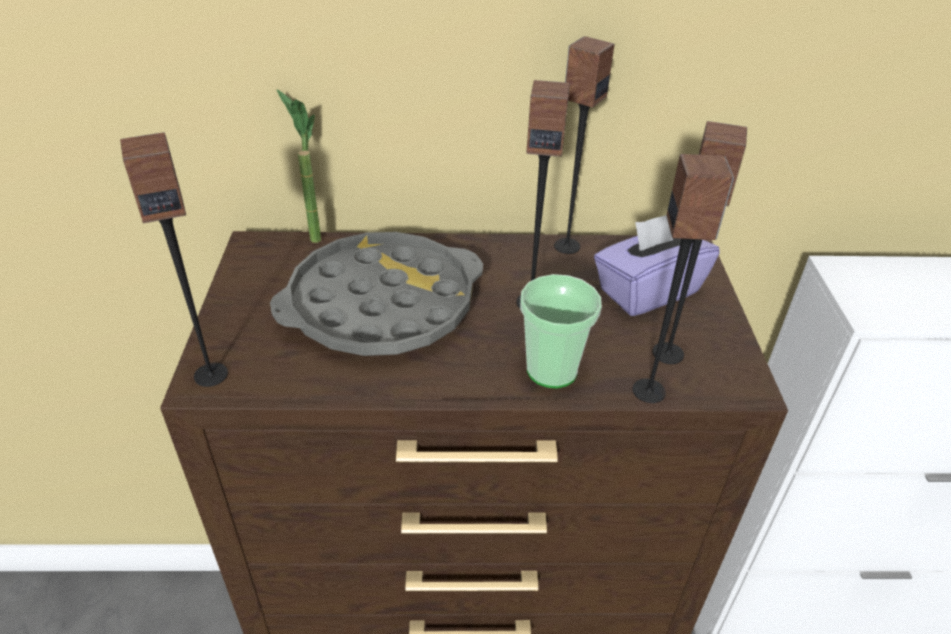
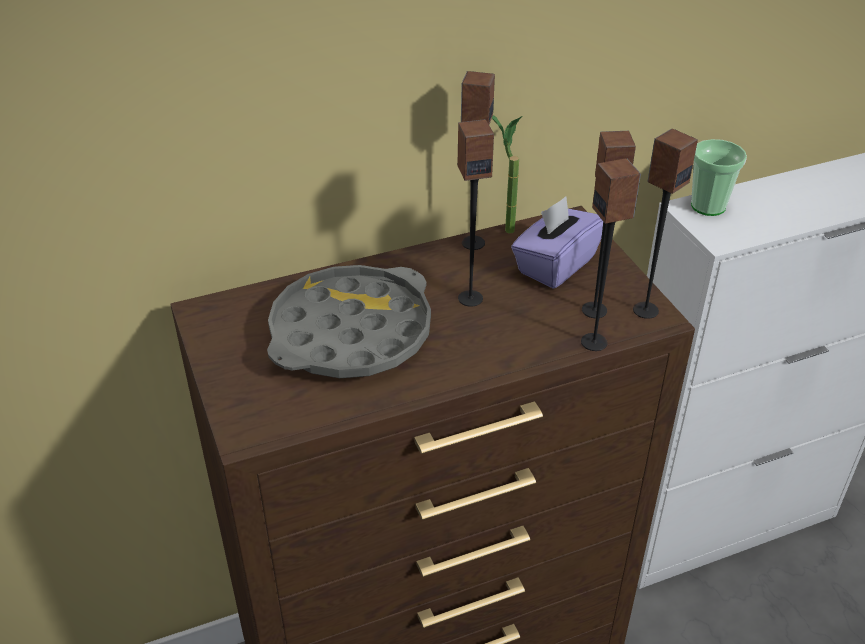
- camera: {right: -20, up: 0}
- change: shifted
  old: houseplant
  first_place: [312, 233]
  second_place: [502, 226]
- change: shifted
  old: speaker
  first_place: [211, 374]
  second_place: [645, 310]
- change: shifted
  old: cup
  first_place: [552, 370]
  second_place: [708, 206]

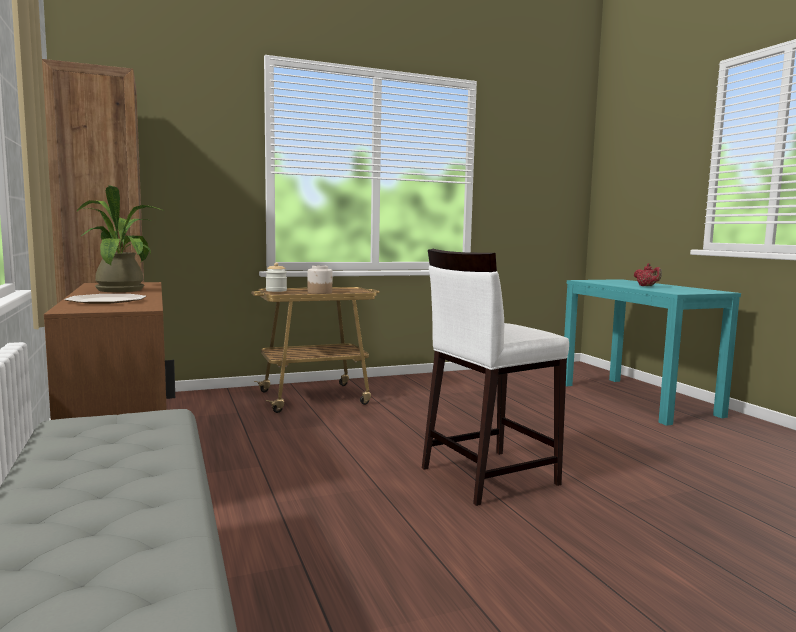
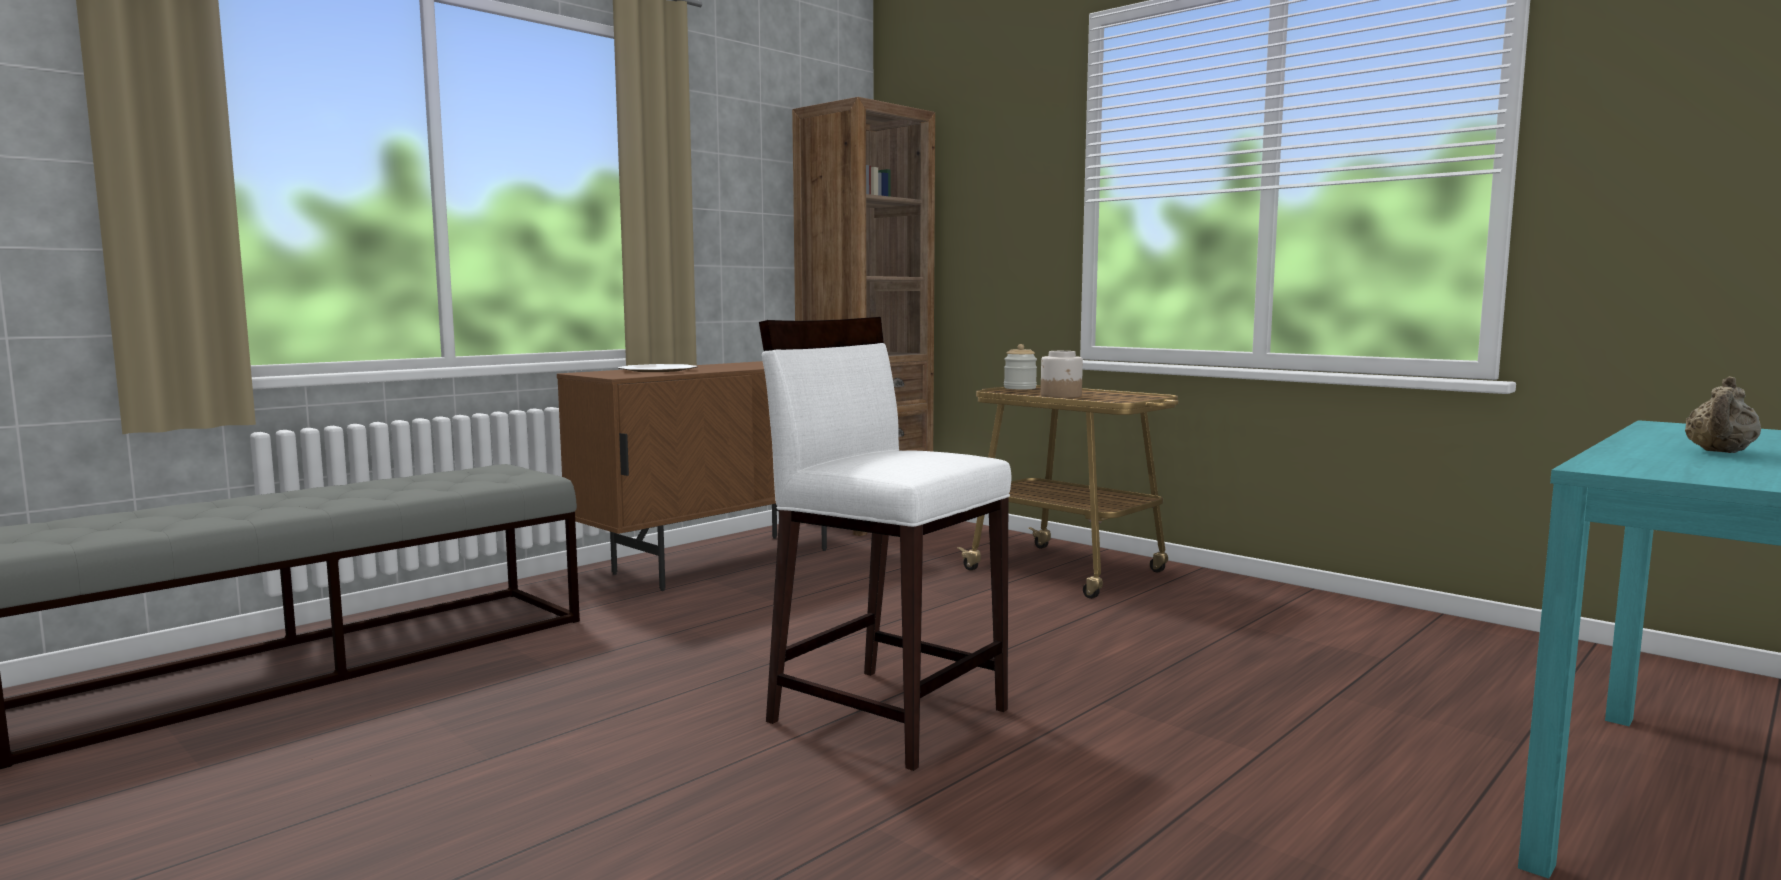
- camera: {right: 65, up: 0}
- change: gone
  old: houseplant
  first_place: [123, 289]
- change: repainted
  old: pot for tea (reddish)
  new: pot for tea (beige)
  first_place: [647, 286]
  second_place: [1719, 453]

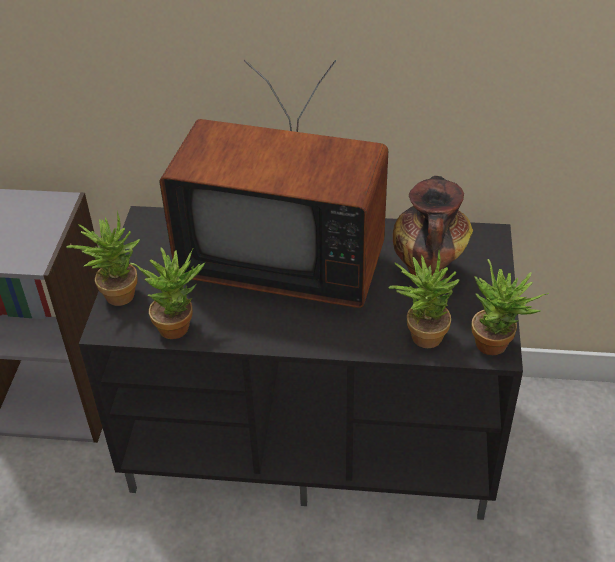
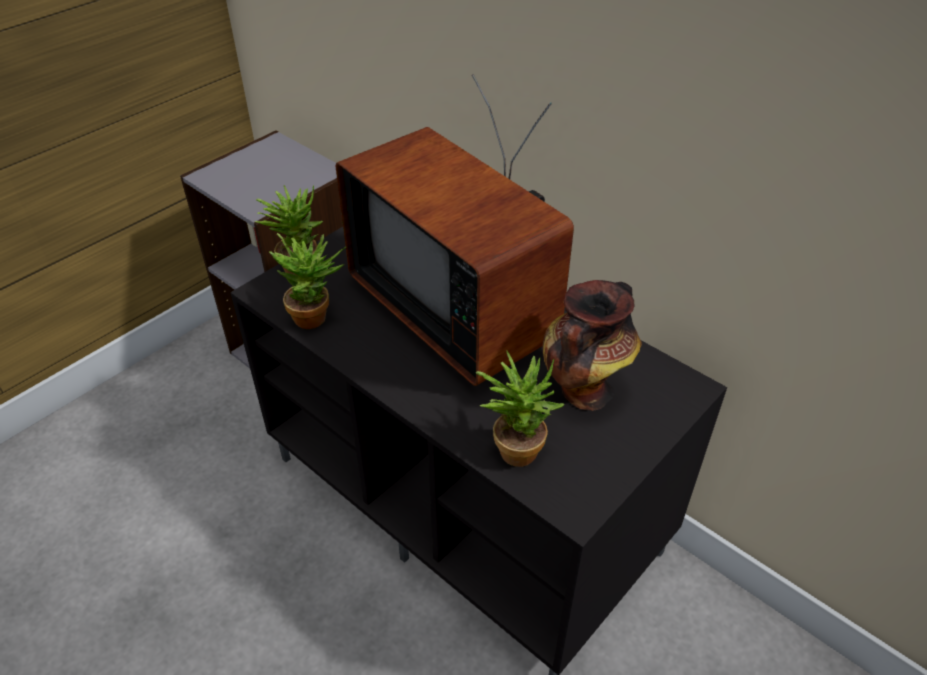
- camera: {right: 35, up: 0}
- change: gone
  old: houseplant
  first_place: [498, 345]

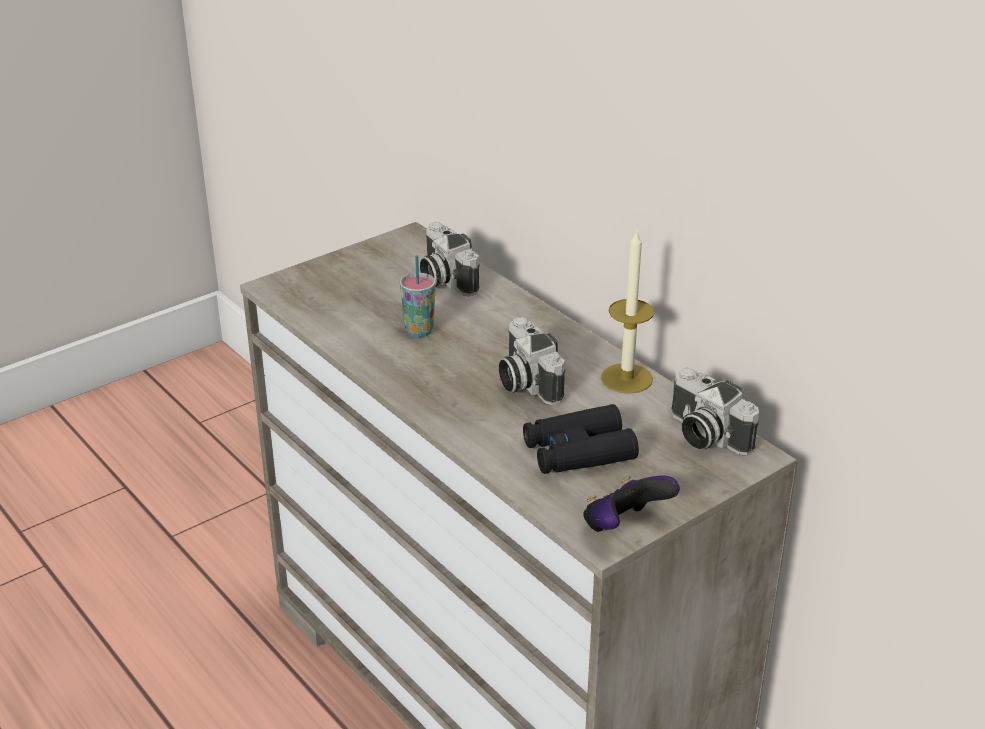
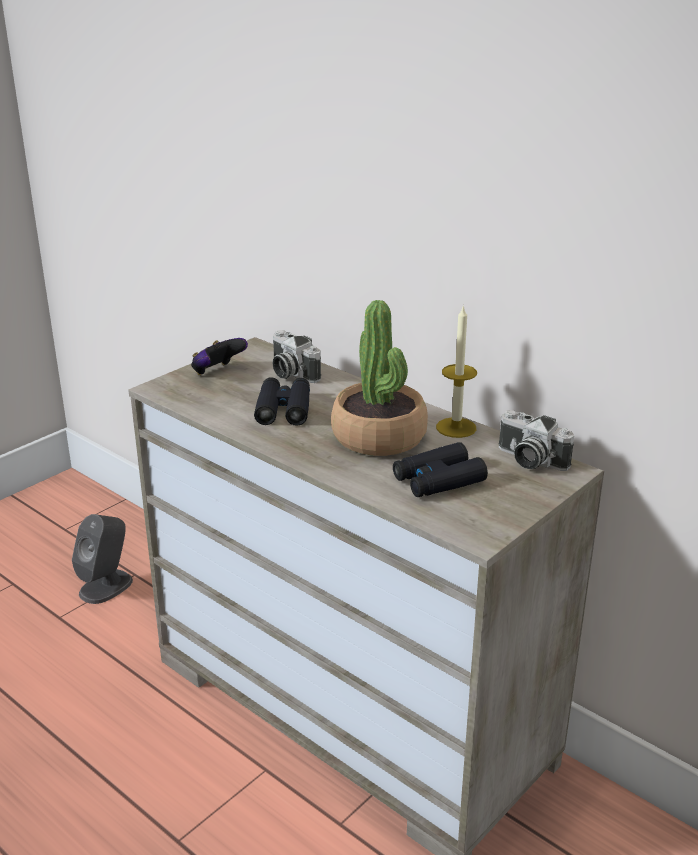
- camera: {right: -10, up: -5}
- change: swapped
  old: cup
  new: binoculars (black)
  first_place: [419, 331]
  second_place: [283, 409]
- change: swapped
  old: still camera
  new: houseplant
  first_place: [525, 382]
  second_place: [379, 436]
- change: shifted
  old: game controller
  first_place: [624, 527]
  second_place: [217, 372]
- change: new
  new: speaker (gray)
  second_place: [106, 586]

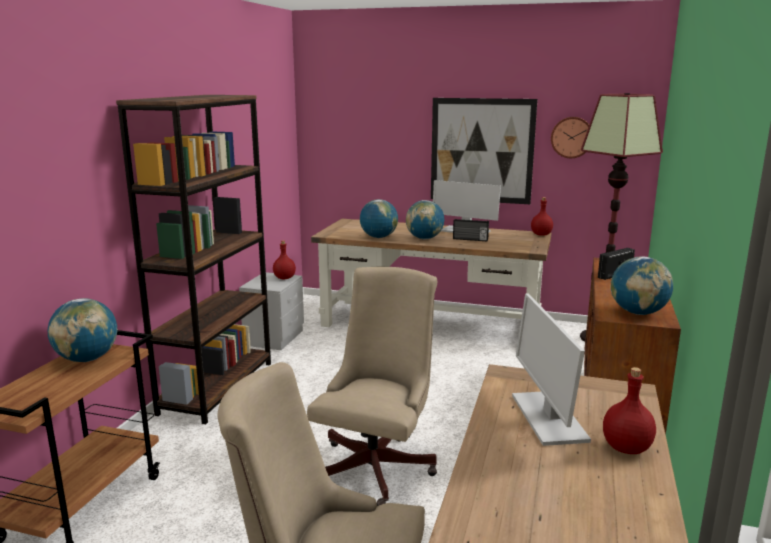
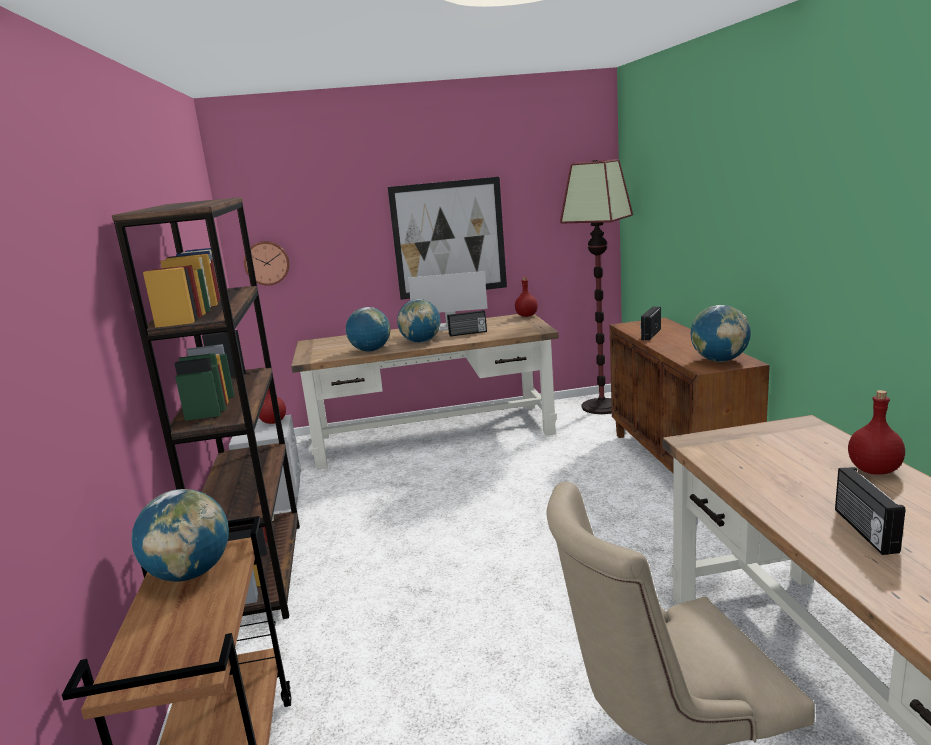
- camera: {right: -25, up: 0}
- change: shifted
  old: clock on the wall
  first_place: [571, 137]
  second_place: [267, 263]
- change: gone
  old: desk chair (beige)
  first_place: [378, 465]
- change: gone
  old: monitor
  first_place: [547, 417]
- change: new
  new: radio receiver
  second_place: [863, 530]

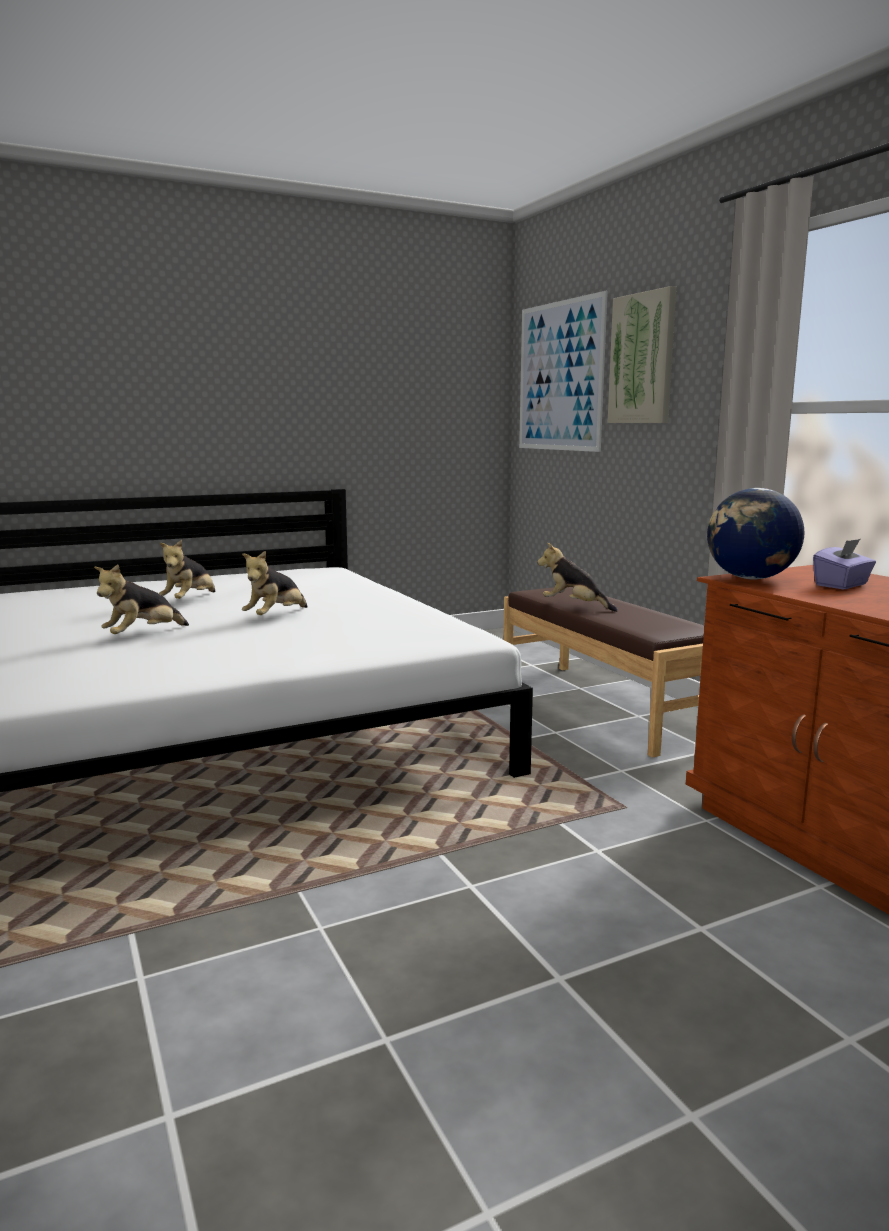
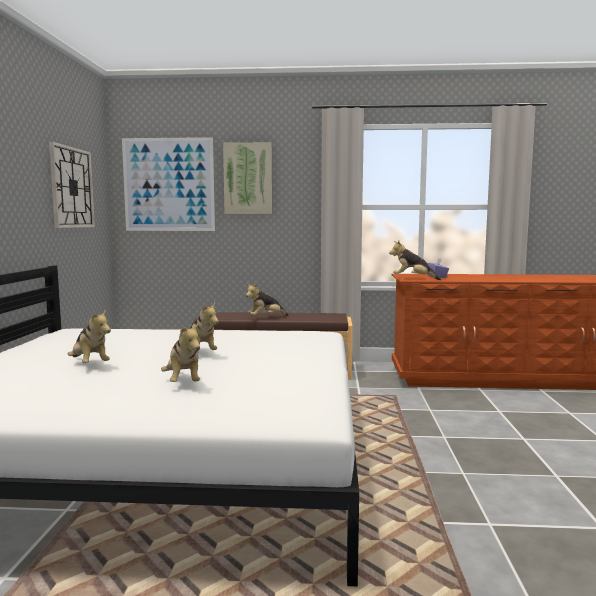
- camera: {right: -60, up: -5}
- change: swapped
  old: world globe
  new: cuddly toy
  first_place: [750, 578]
  second_place: [413, 279]
- change: new
  new: clock on the wall
  second_place: [71, 187]

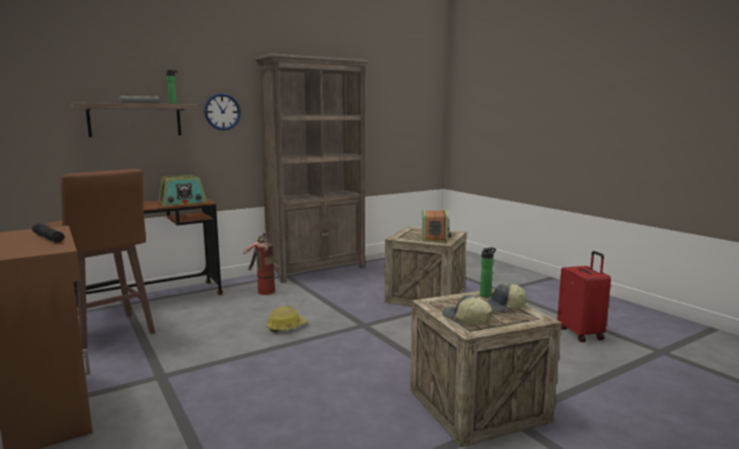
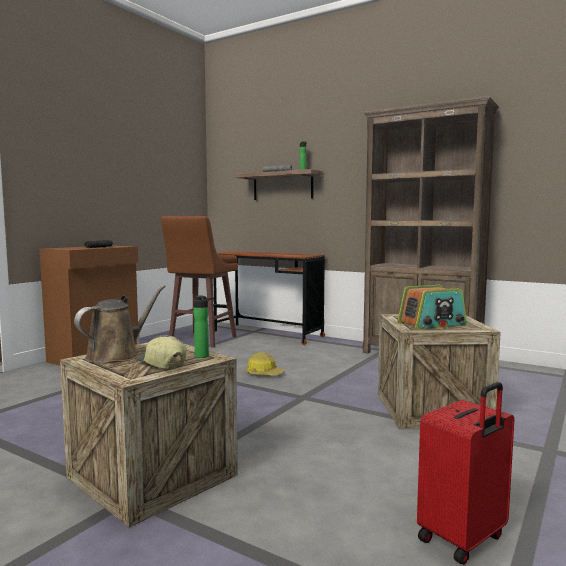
- camera: {right: 65, up: -5}
- change: gone
  old: clock on the wall
  first_place: [222, 111]
- change: gone
  old: radio receiver
  first_place: [182, 202]
- change: gone
  old: fire extinguisher
  first_place: [261, 291]
- change: swapped
  old: peaked cap
  new: sprinkling can (brown)
  first_place: [466, 319]
  second_place: [117, 355]

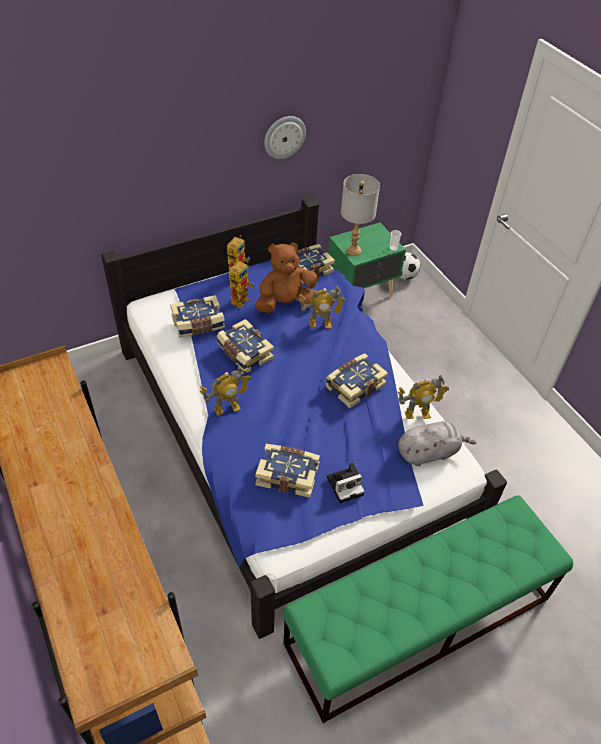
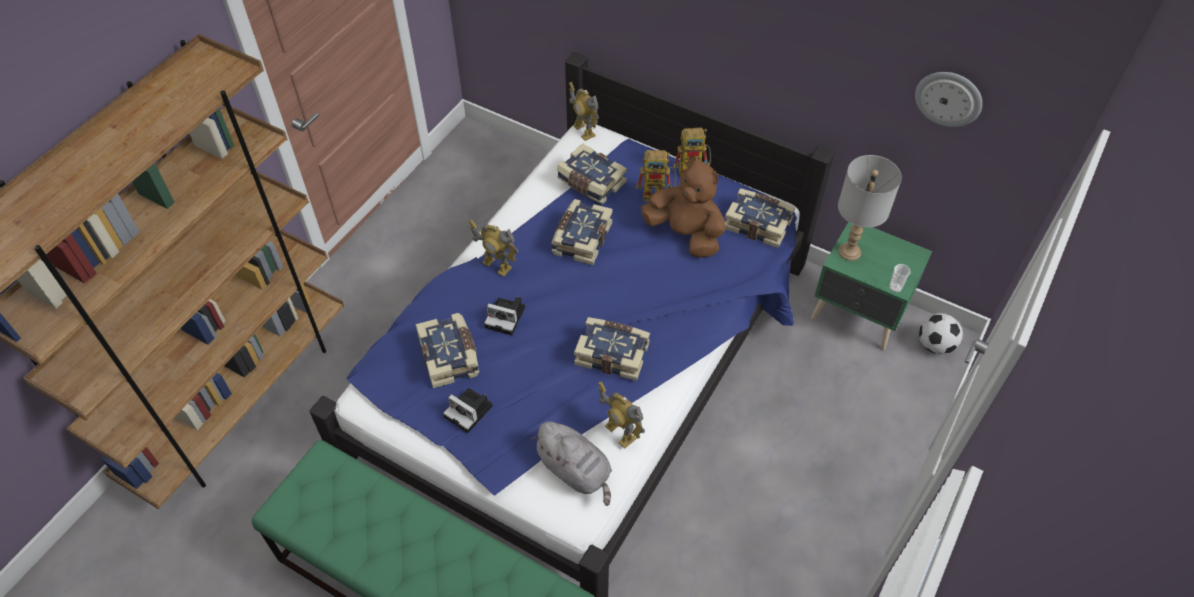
- camera: {right: 60, up: 5}
- change: shifted
  old: clock on the wall
  first_place: [284, 137]
  second_place: [948, 98]
- change: shifted
  old: toy robot
  first_place: [320, 324]
  second_place: [584, 131]
- change: new
  new: still camera
  second_place: [507, 317]

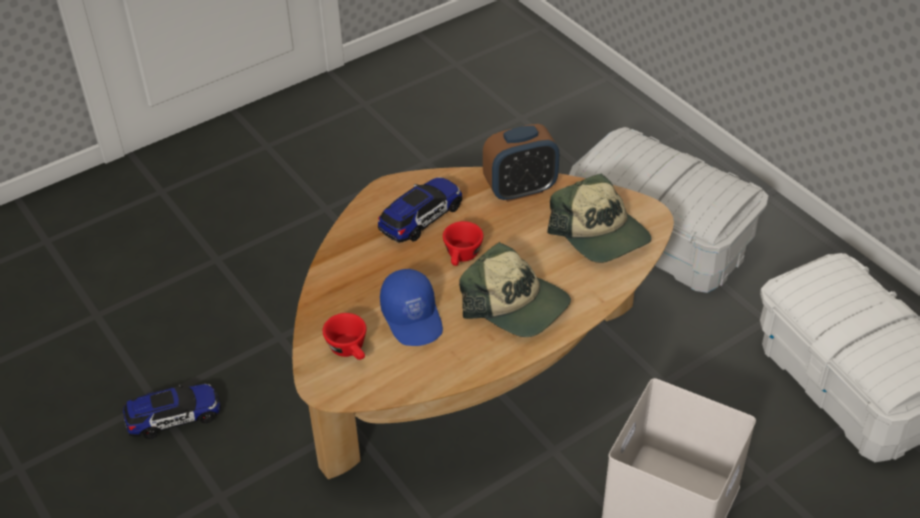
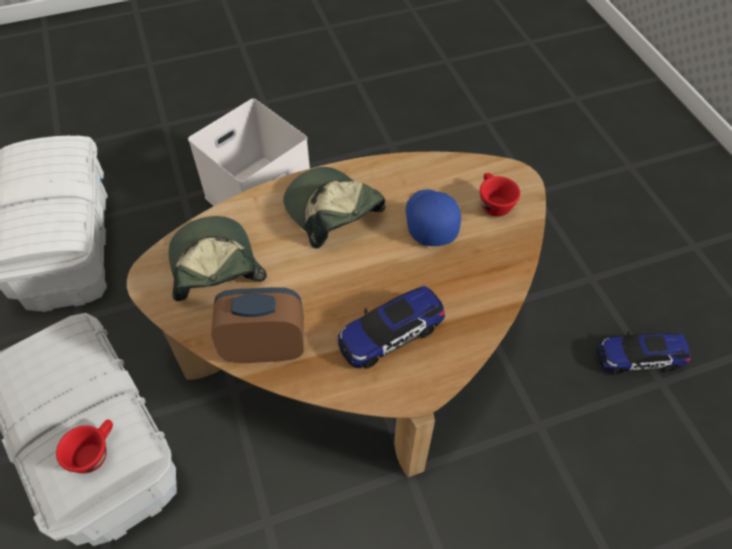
- camera: {right: -165, up: 10}
- change: shifted
  old: cup (reddish)
  first_place: [462, 257]
  second_place: [95, 452]

